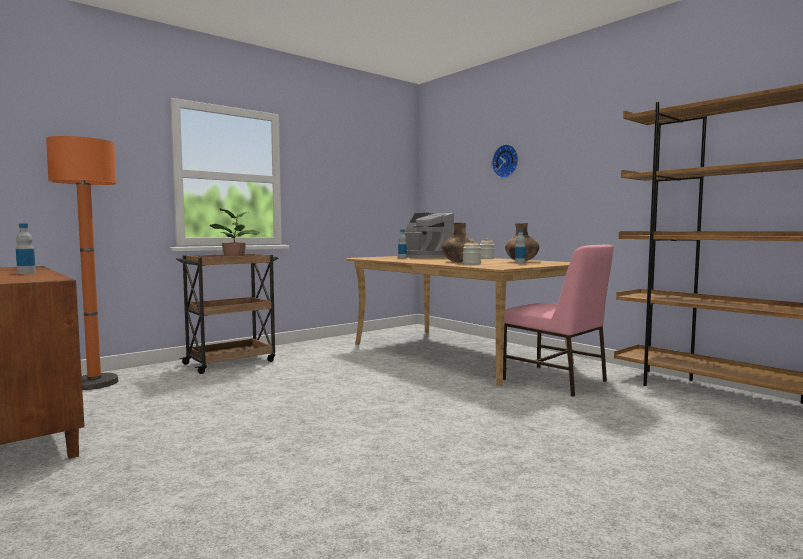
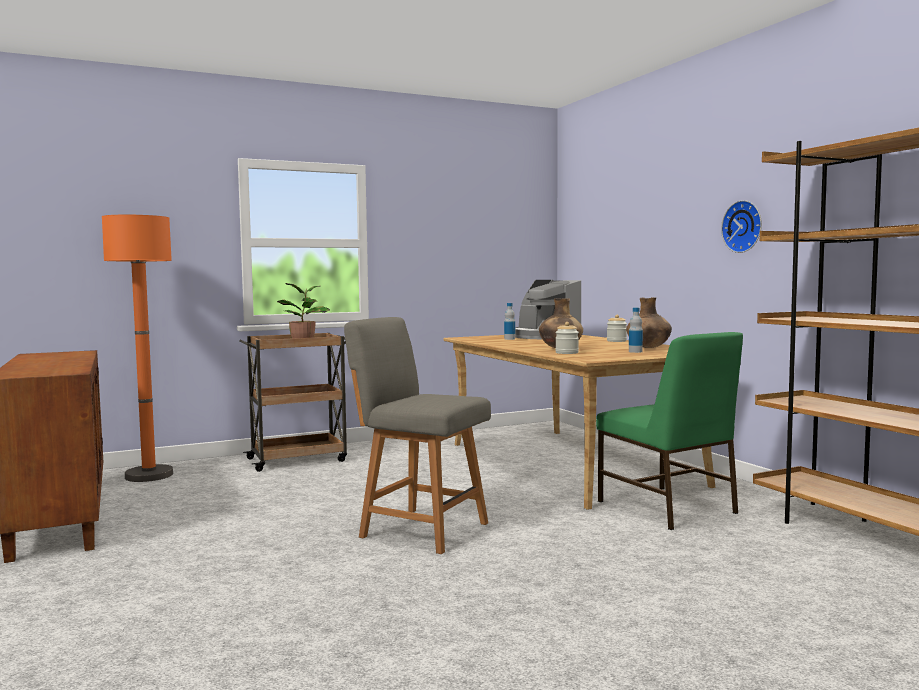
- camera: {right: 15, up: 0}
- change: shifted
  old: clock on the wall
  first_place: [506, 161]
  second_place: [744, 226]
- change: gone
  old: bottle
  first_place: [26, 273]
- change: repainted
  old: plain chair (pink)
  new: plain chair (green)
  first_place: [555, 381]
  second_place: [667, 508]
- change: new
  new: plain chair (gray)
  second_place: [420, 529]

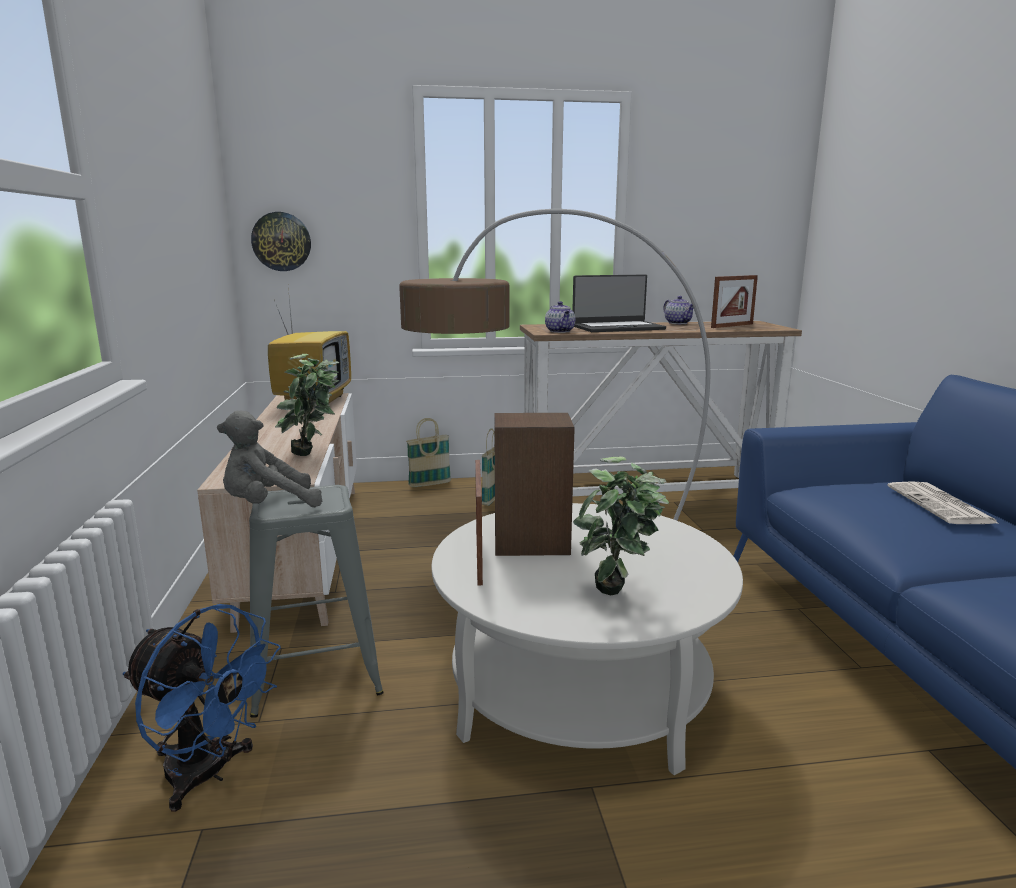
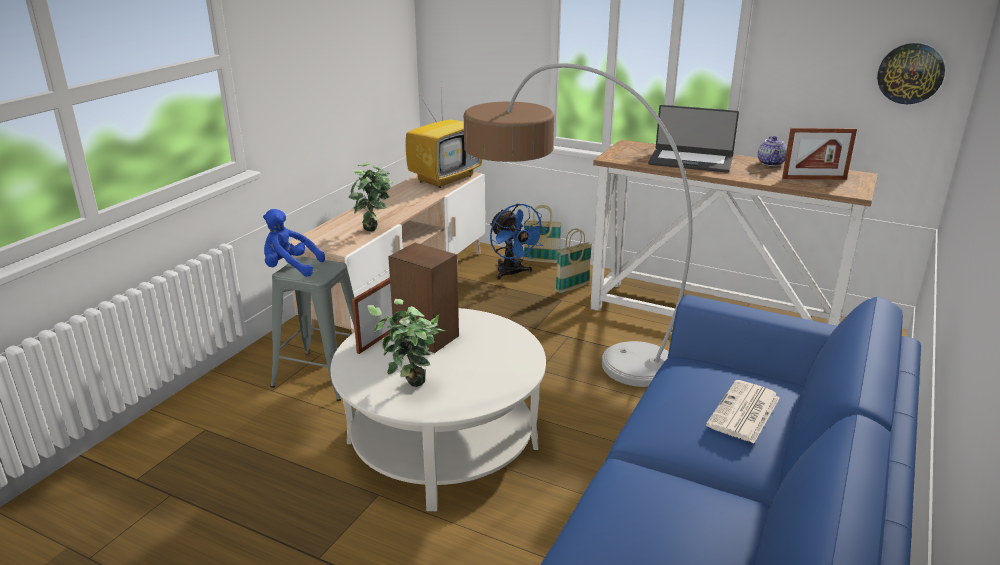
- camera: {right: 35, up: 10}
- change: shifted
  old: clock on the wall
  first_place: [281, 241]
  second_place: [910, 73]
- change: gone
  old: pot for tea
  first_place: [560, 331]
- change: repainted
  old: cuddly toy (gray)
  new: cuddly toy (blue-coloured)
  first_place: [268, 506]
  second_place: [290, 268]
- change: shifted
  old: electric fan (blue-coloured)
  first_place: [208, 774]
  second_place: [512, 274]

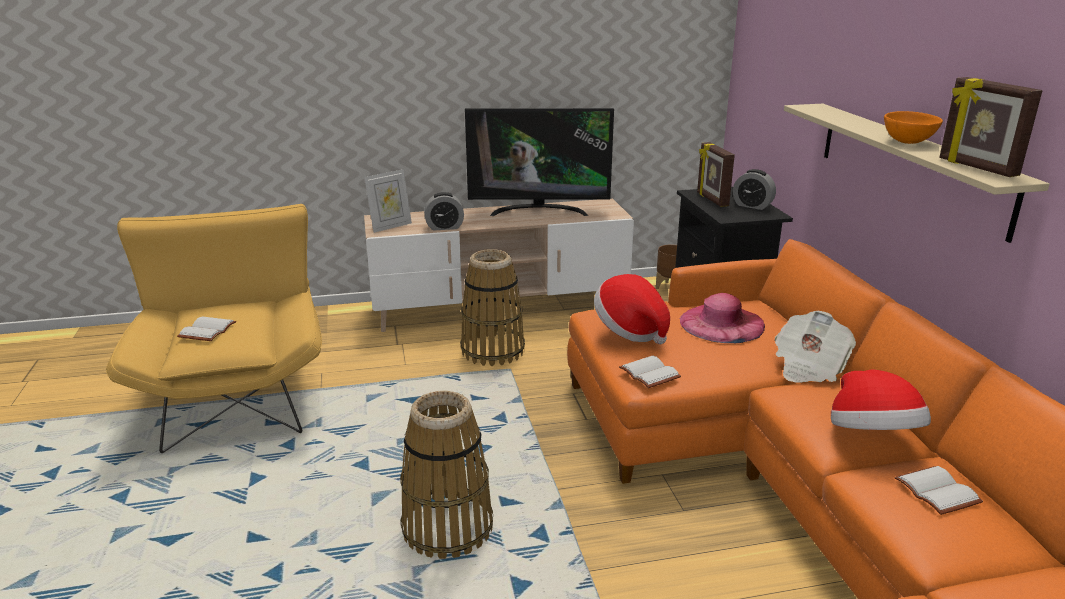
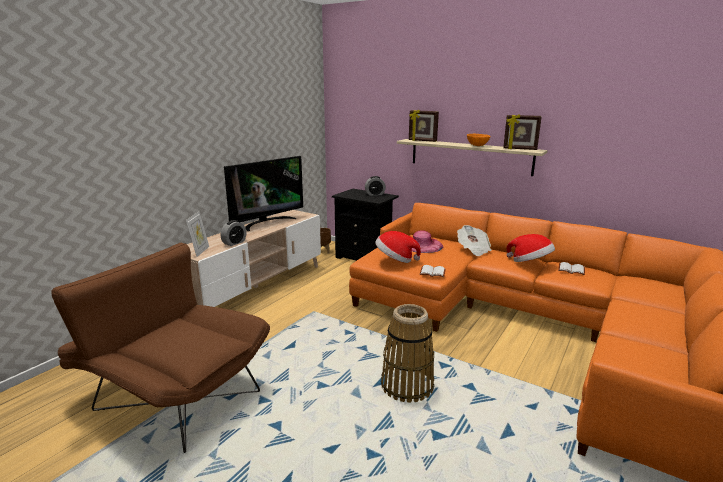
- camera: {right: -45, up: -5}
- change: shifted
  old: standing frame
  first_place: [711, 199]
  second_place: [422, 141]
- change: repainted
  old: lounge chair (yellowish)
  new: lounge chair (brown)
  first_place: [239, 391]
  second_place: [172, 394]
- change: gone
  old: storage basket
  first_place: [493, 350]
- change: gone
  old: volume (white)
  first_place: [206, 330]

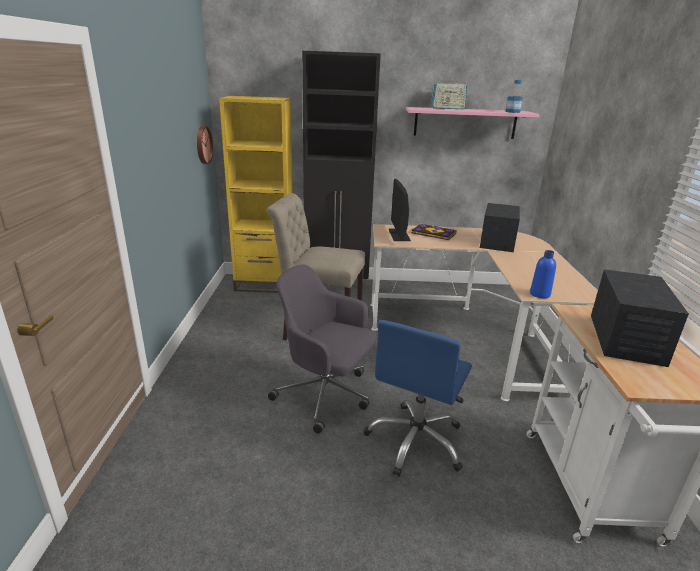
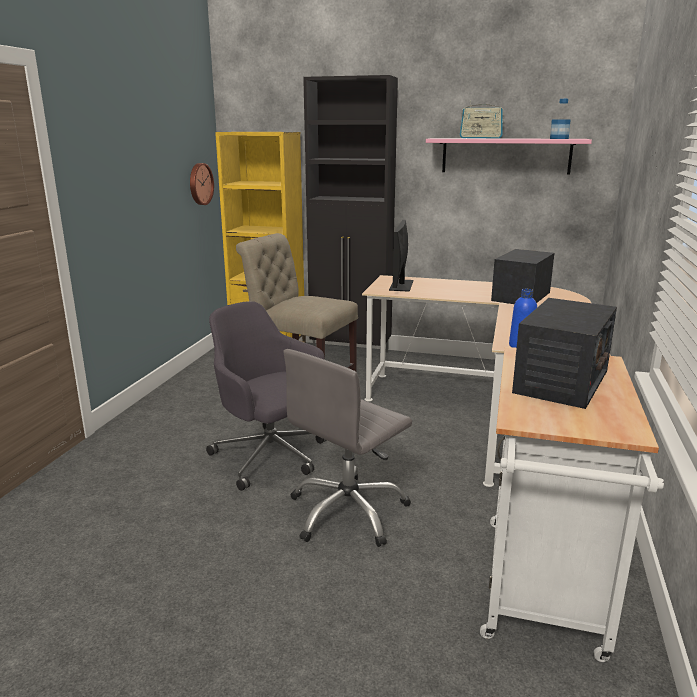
- camera: {right: 15, up: -5}
- change: gone
  old: volume
  first_place: [433, 233]
- change: repainted
  old: desk chair (blue-coloured)
  new: desk chair (gray)
  first_place: [416, 441]
  second_place: [348, 512]

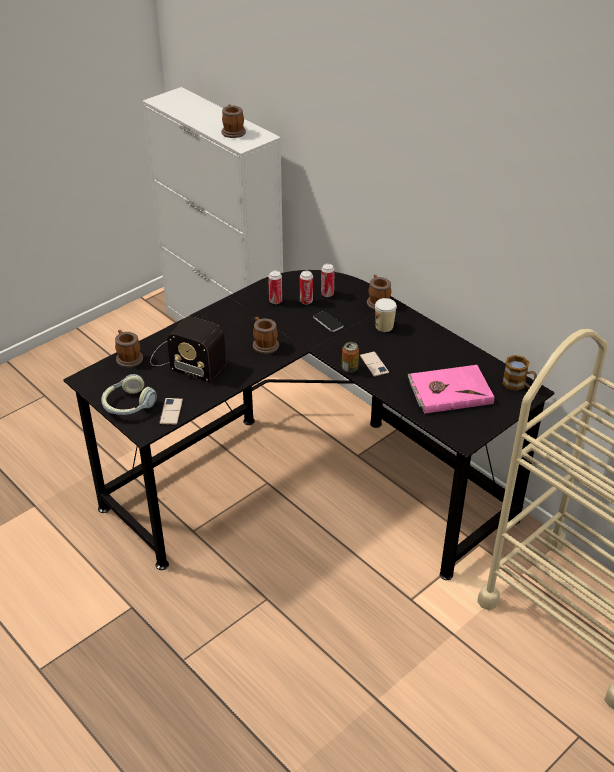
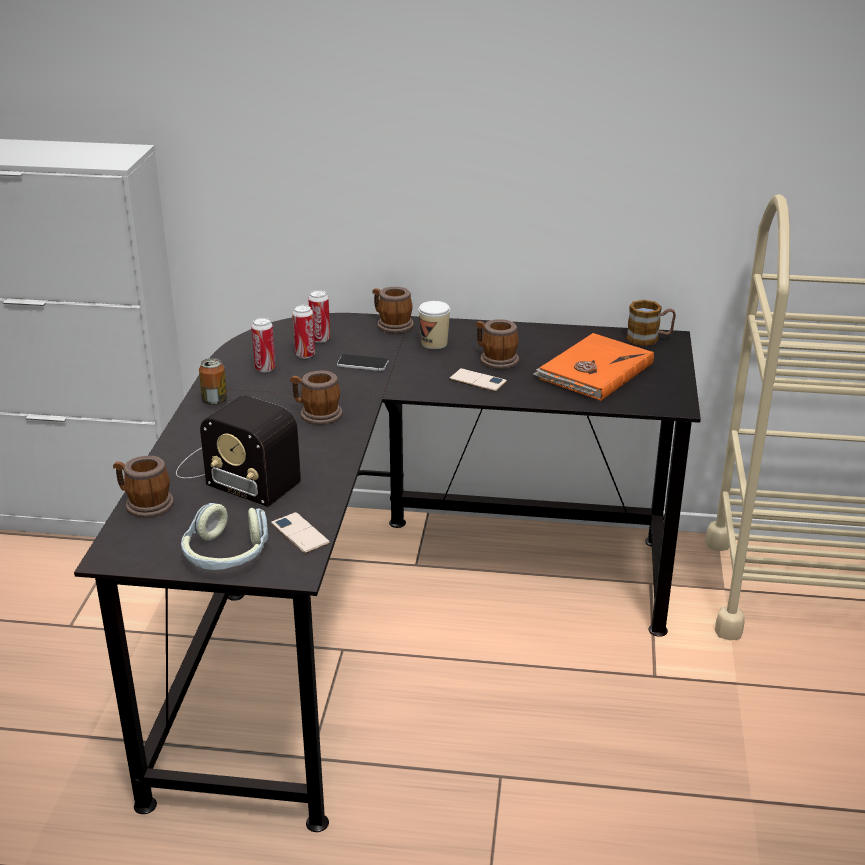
- camera: {right: -40, up: -10}
- change: shifted
  old: mug
  first_place: [233, 131]
  second_place: [495, 359]
- change: rotated
  old: radio receiver
  first_place: [185, 360]
  second_place: [234, 472]
  degrees: 45
- change: shifted
  old: sealed can
  first_place: [349, 368]
  second_place: [215, 401]
- change: repainted
  old: volume (pink)
  new: volume (orangey)
  first_place: [449, 391]
  second_place: [593, 371]

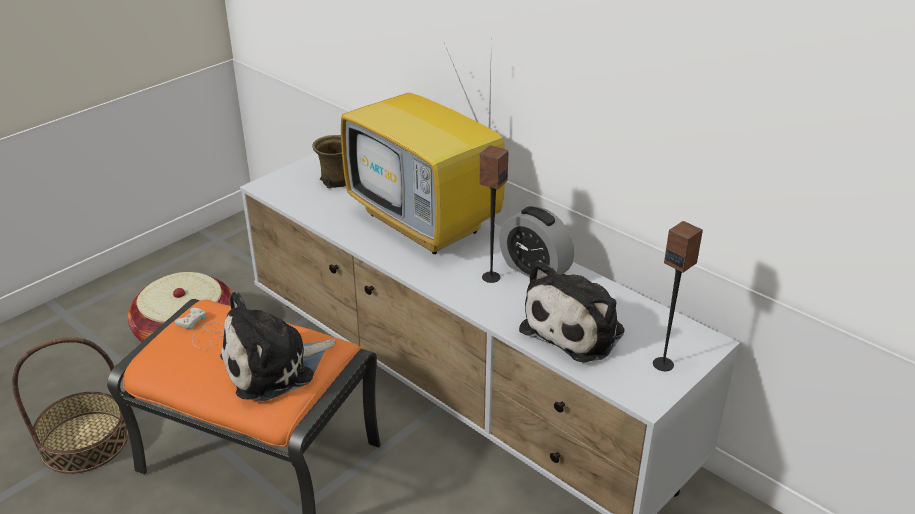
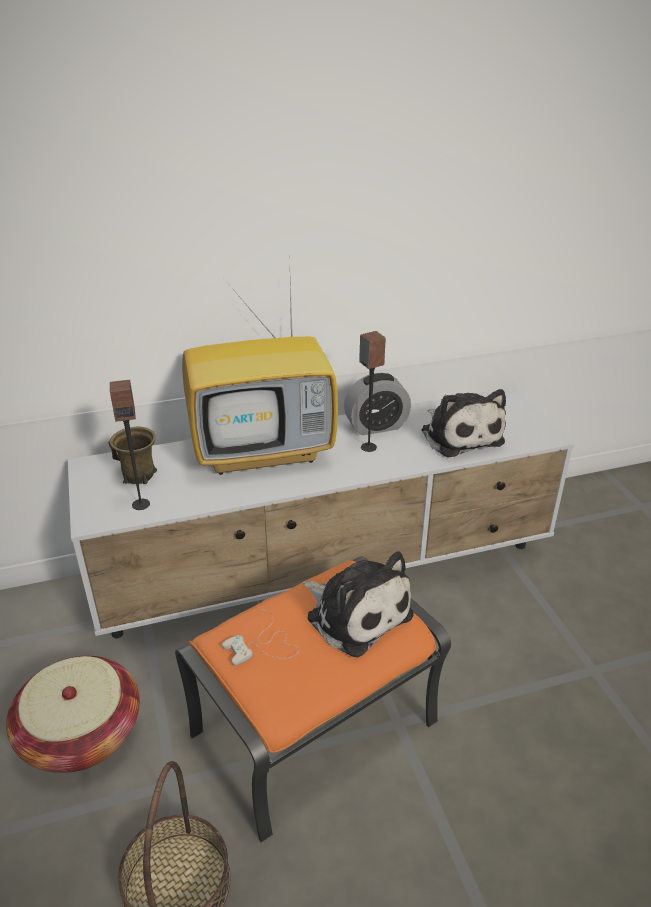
- camera: {right: -60, up: 0}
- change: shifted
  old: speaker
  first_place: [663, 364]
  second_place: [141, 504]
- change: rotated
  old: cuddly toy
  first_place: [274, 367]
  second_place: [355, 613]
  degrees: -45

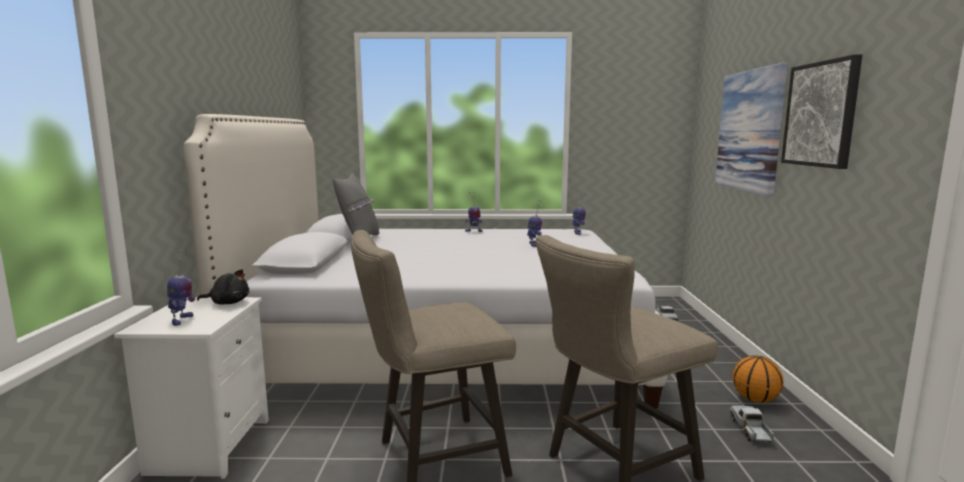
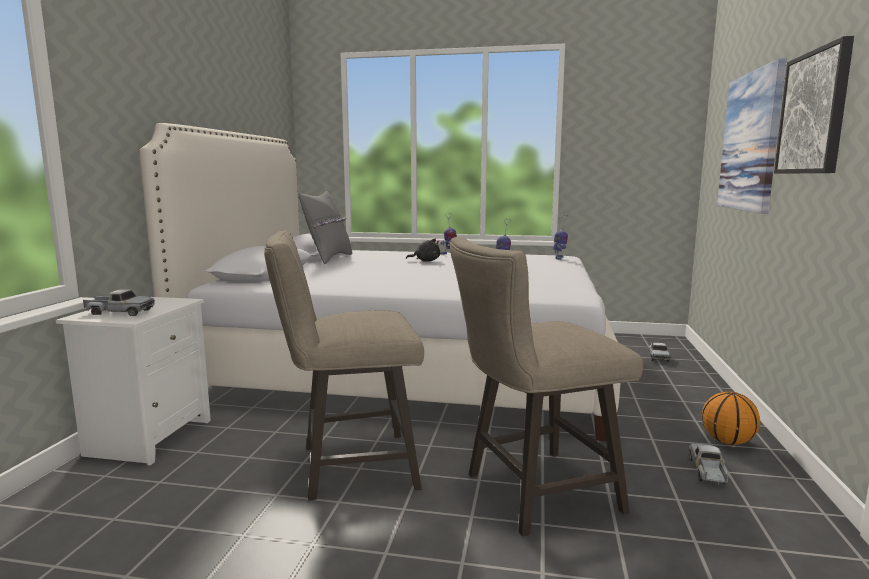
- camera: {right: 10, up: 0}
- change: swapped
  old: toy robot
  new: toy lorry
  first_place: [182, 320]
  second_place: [119, 312]
- change: shifted
  old: cuddly toy (black)
  first_place: [228, 303]
  second_place: [426, 261]

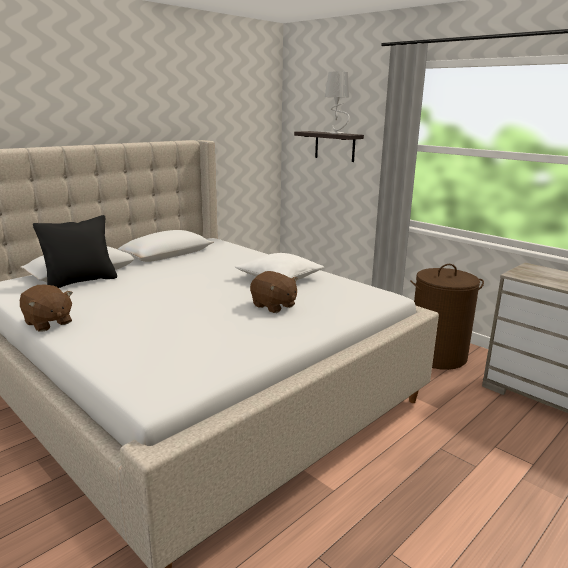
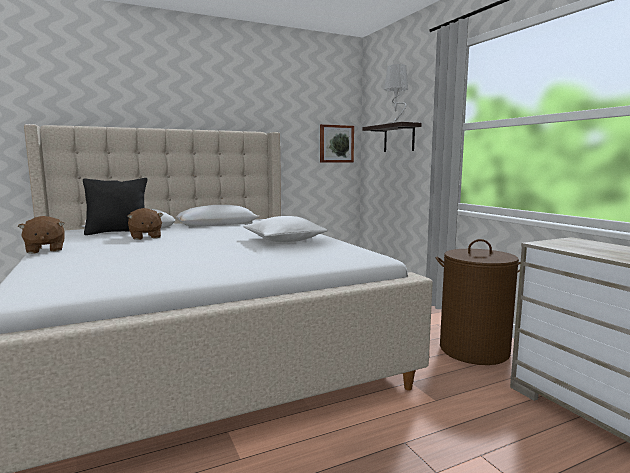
- camera: {right: 20, up: -10}
- change: shifted
  old: cuddly toy (brown)
  first_place: [273, 306]
  second_place: [145, 237]
- change: new
  new: picture
  second_place: [336, 143]

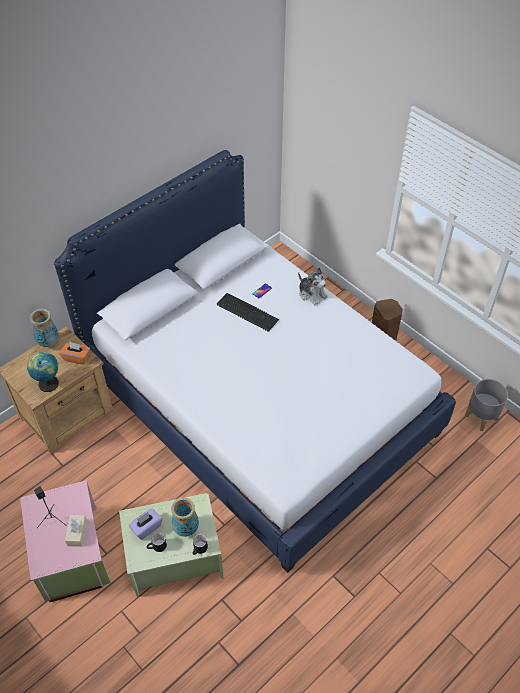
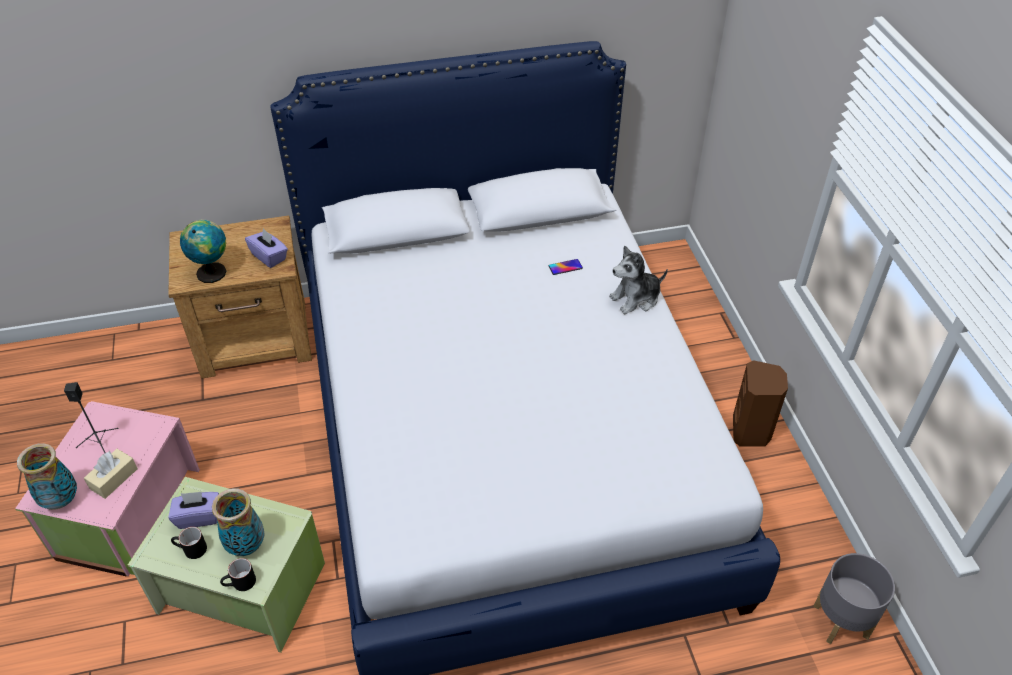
- camera: {right: 30, up: -5}
- change: rotated
  old: cuddly toy
  first_place: [312, 294]
  second_place: [636, 298]
  degrees: 75
- change: gone
  old: PC keyboard
  first_place: [247, 311]
- change: shifted
  old: decorative vase
  first_place: [49, 342]
  second_place: [61, 501]
- change: repainted
  old: box of tissues (orangey)
  new: box of tissues (purple-coloured)
  first_place: [77, 357]
  second_place: [269, 257]

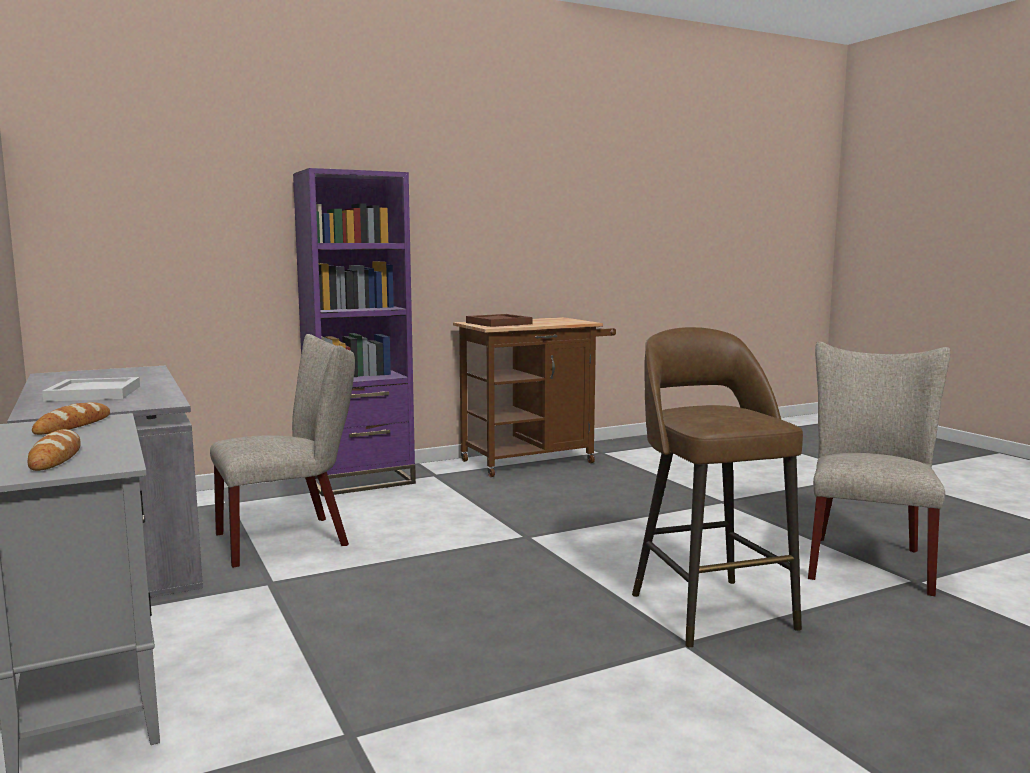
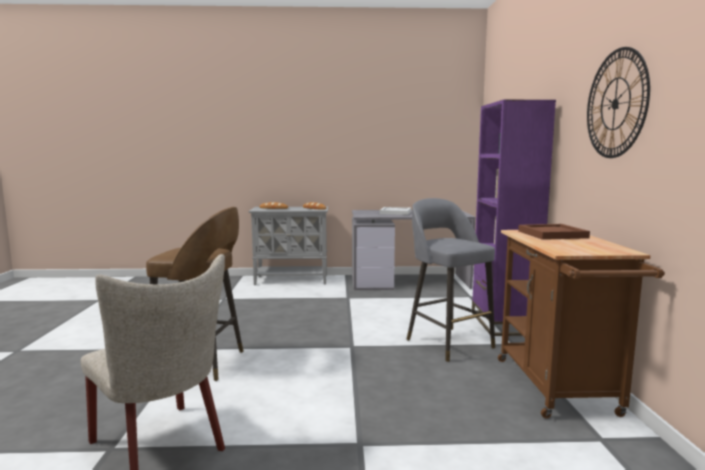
- camera: {right: 115, up: 0}
- change: gone
  old: plain chair (beige)
  first_place: [291, 538]
- change: new
  new: clock on the wall
  second_place: [615, 104]
- change: new
  new: stool seat (gray)
  second_place: [447, 343]

